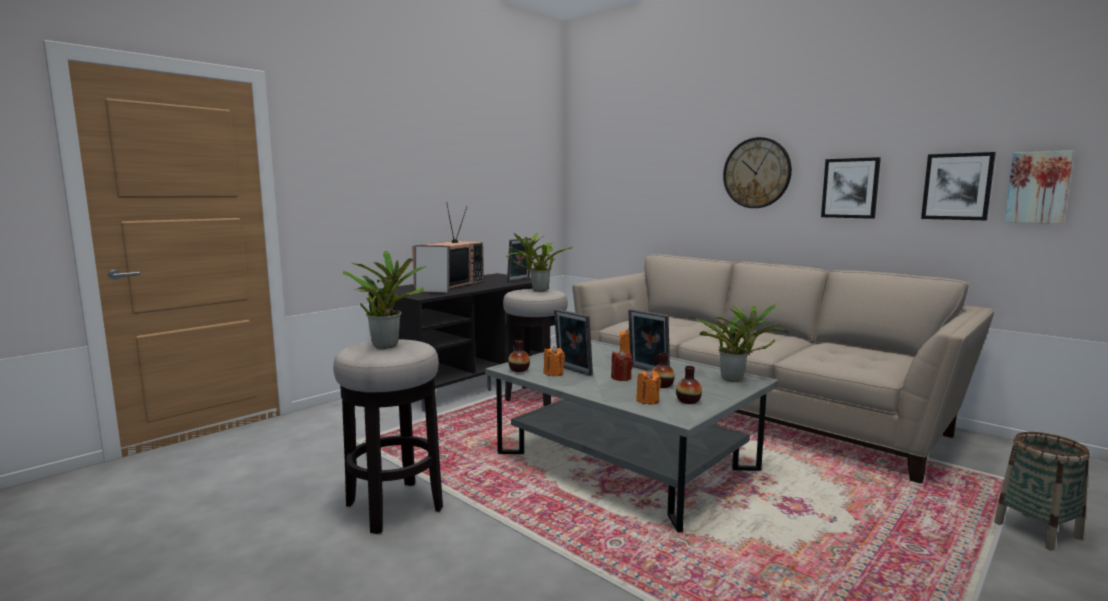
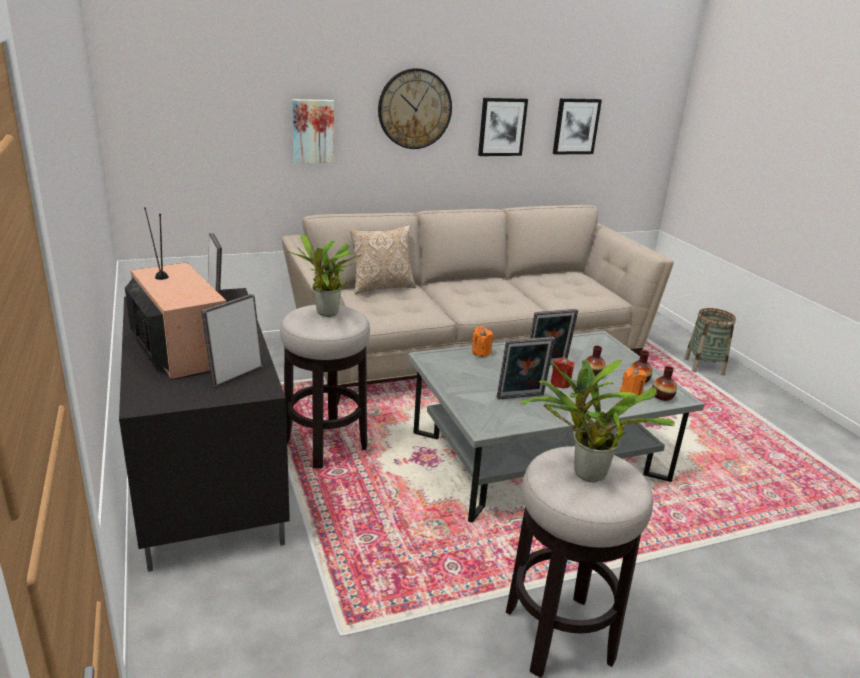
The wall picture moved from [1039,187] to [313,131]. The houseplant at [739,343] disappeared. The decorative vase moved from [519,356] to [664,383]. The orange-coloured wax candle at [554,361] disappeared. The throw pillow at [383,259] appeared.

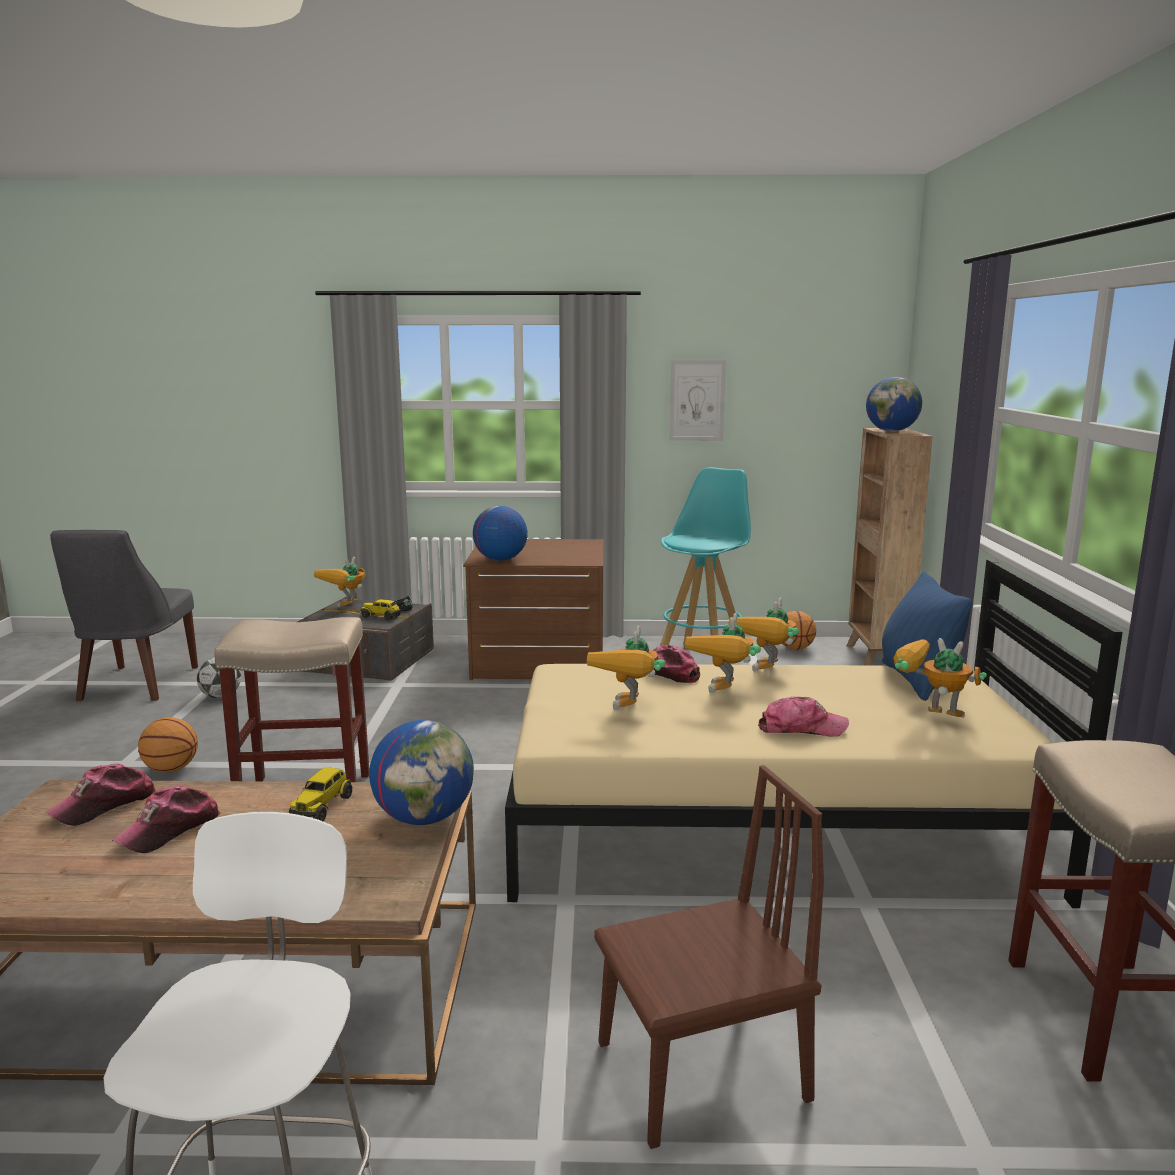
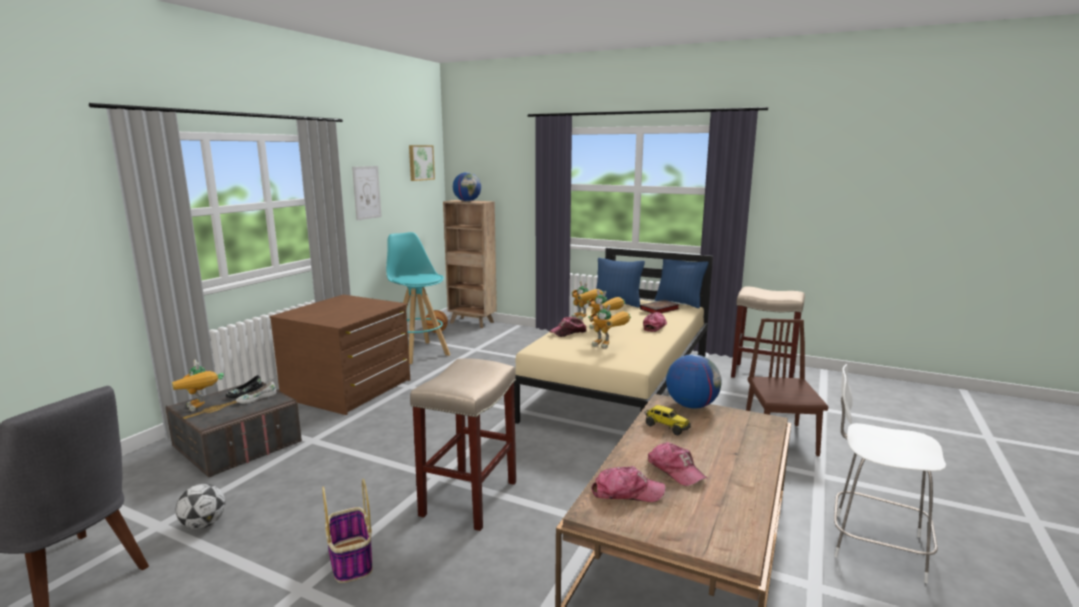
The world globe at [500,533] disappeared. The model truck at [380,610] was replaced by the white-coloured shoe at [256,392]. The toy robot at [940,678] was replaced by the book at [660,306]. The ball for basketball at [168,745] was replaced by the storage basket at [347,531]. The baseball cap at [101,795] turned 60 degrees counterclockwise. The wall picture at [422,163] appeared. The bluish throw pillow at [681,283] appeared.

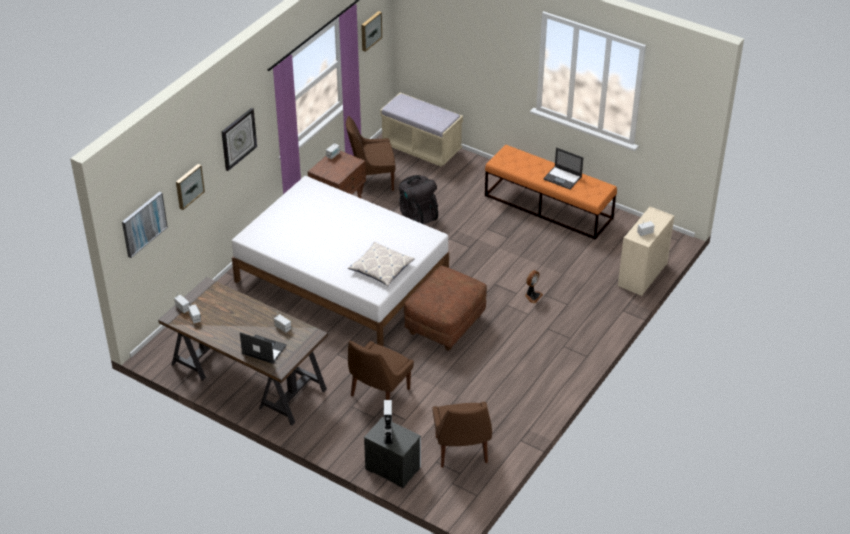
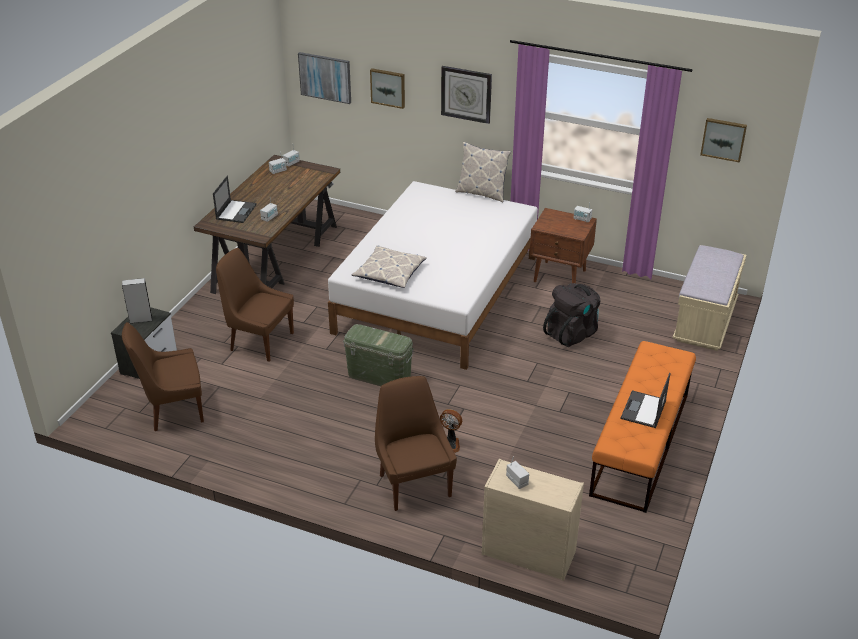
The brown plain chair moved from [370,155] to [416,443]. The brown footrest at [445,308] was replaced by the green-coloured storage container at [378,355]. The throw pillow at [483,172] appeared.

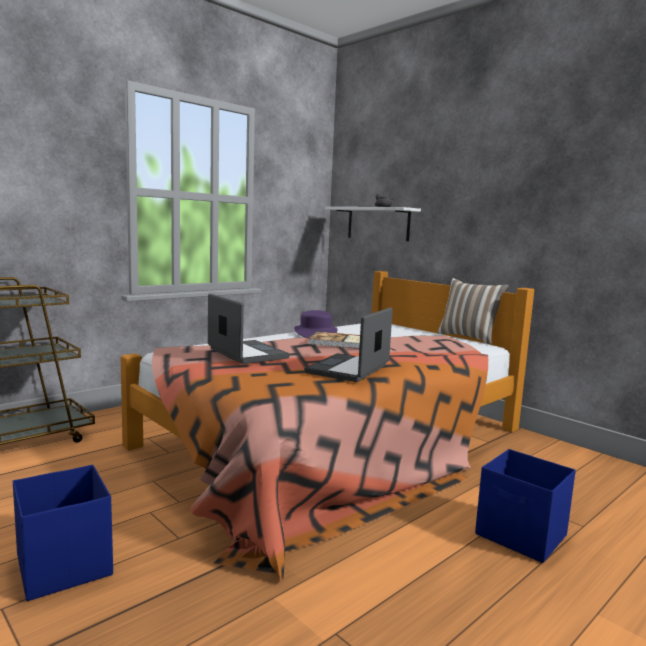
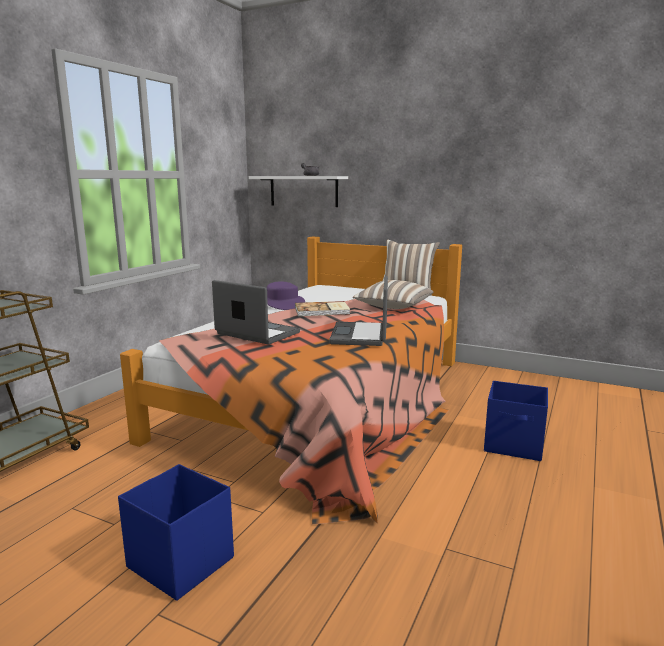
The throw pillow at [393,294] appeared.

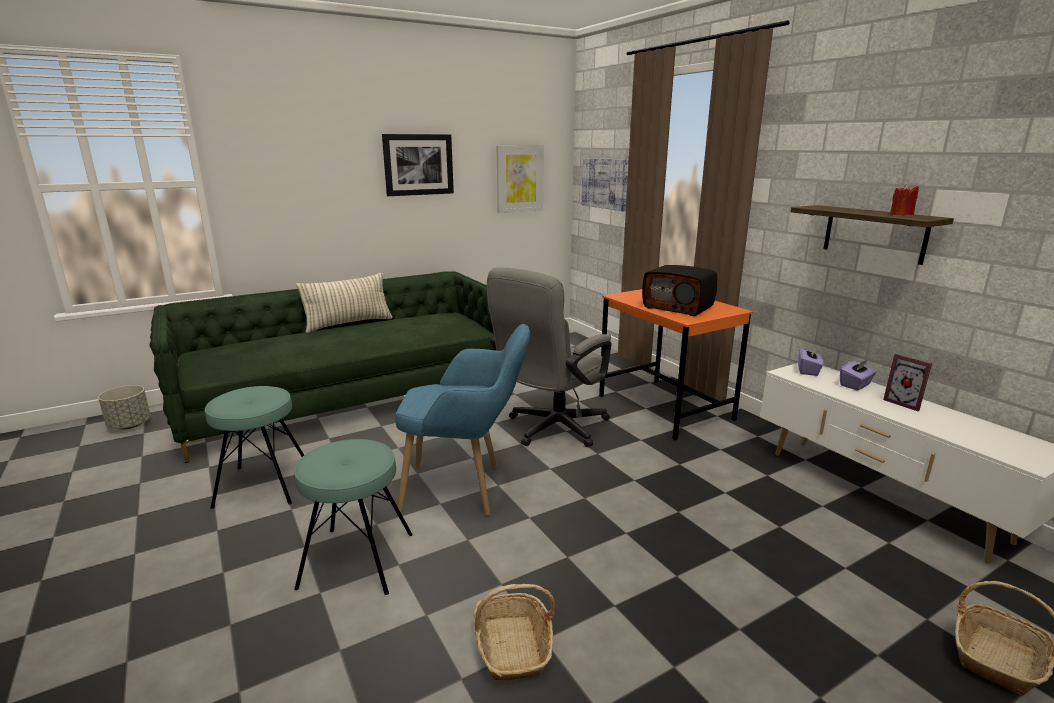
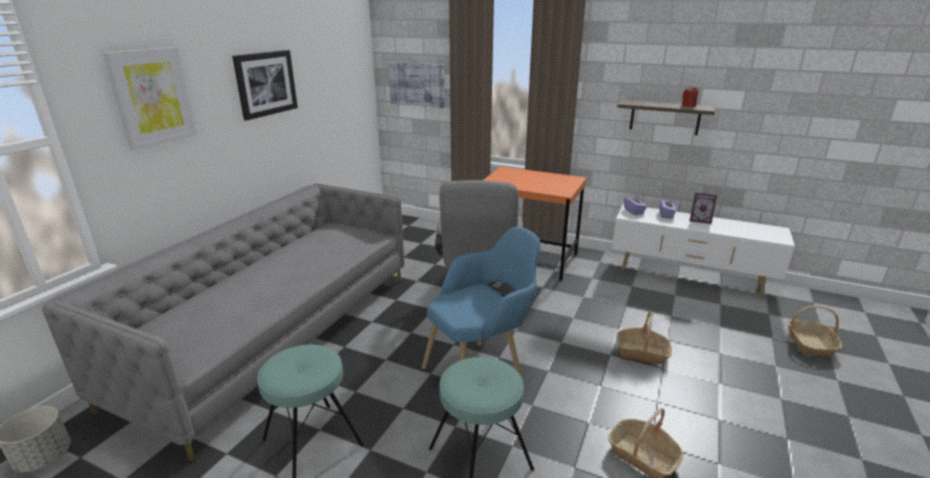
The wall picture moved from [520,179] to [150,98]. The radio receiver at [679,290] disappeared. The green-coloured sofa at [322,367] became the grey sofa at [223,323]. The throw pillow at [344,303] disappeared. The storage basket at [644,338] appeared.

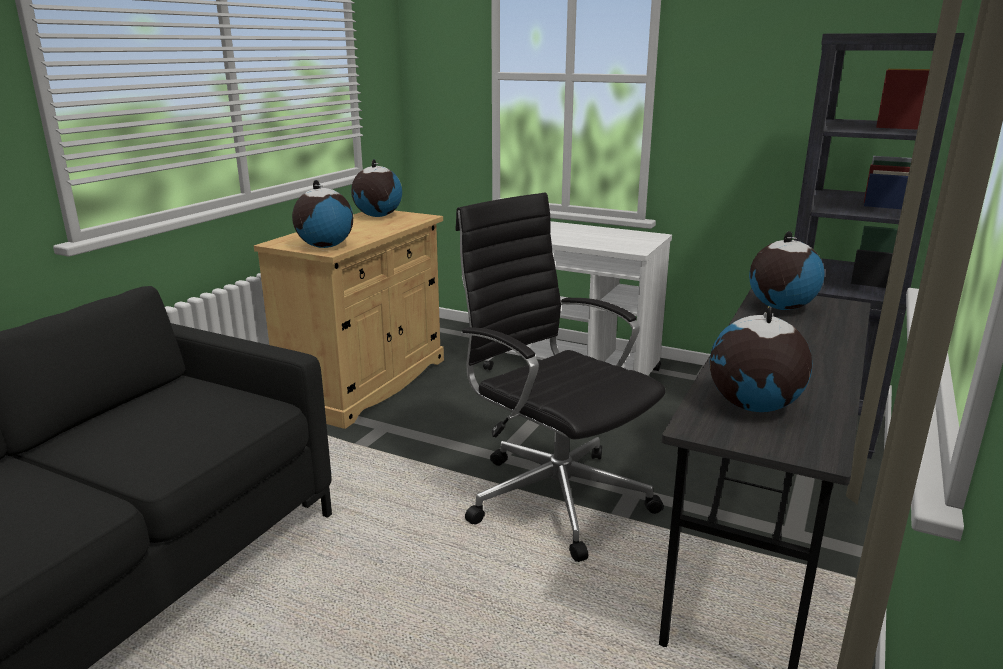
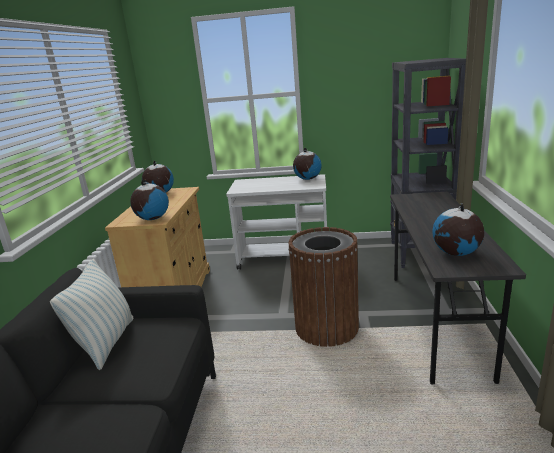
The black-coloured office chair at [560,377] was replaced by the brown trash can at [323,287]. The world globe moved from [787,270] to [307,164]. The throw pillow at [92,314] appeared.

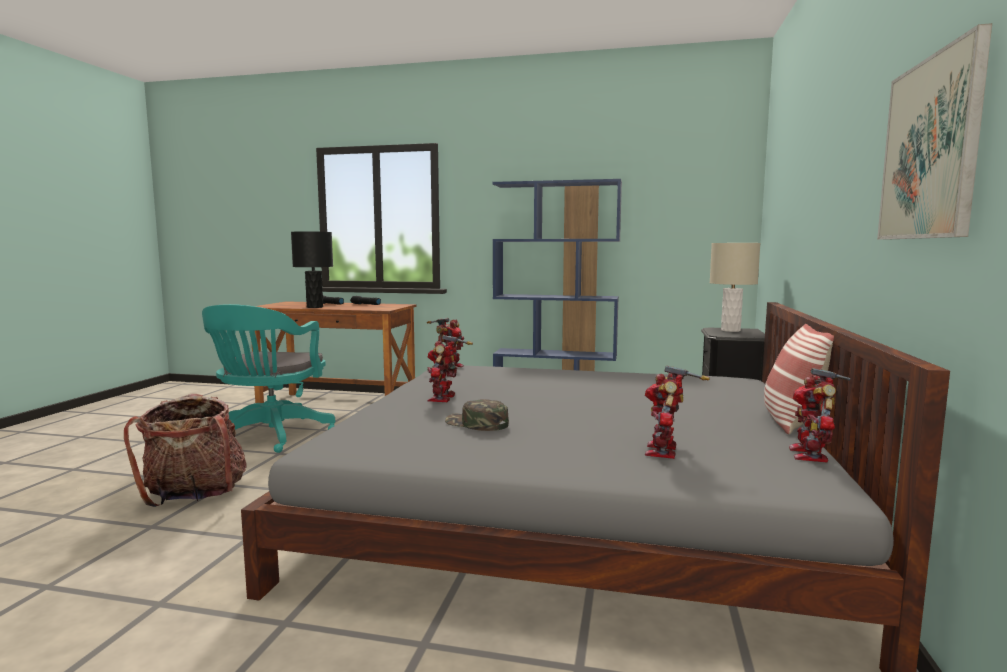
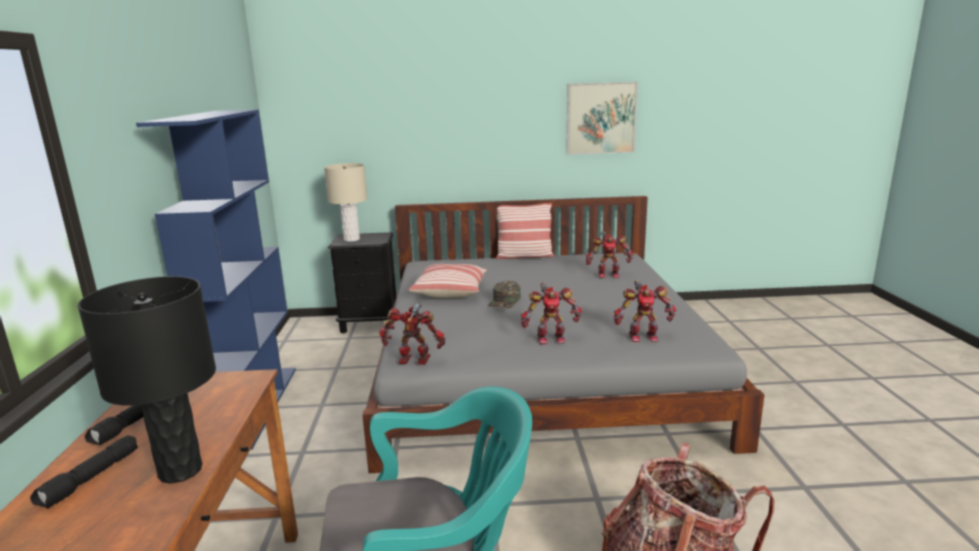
The toy robot moved from [819,415] to [645,311]. The green-coloured baseball cap moved from [477,415] to [504,295]. The throw pillow at [448,281] appeared.

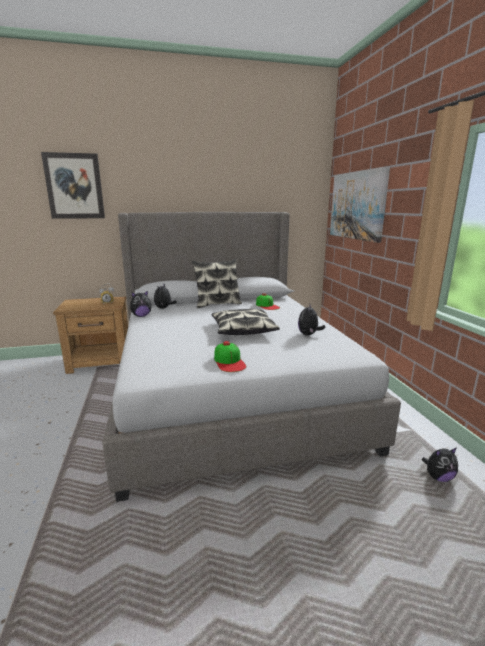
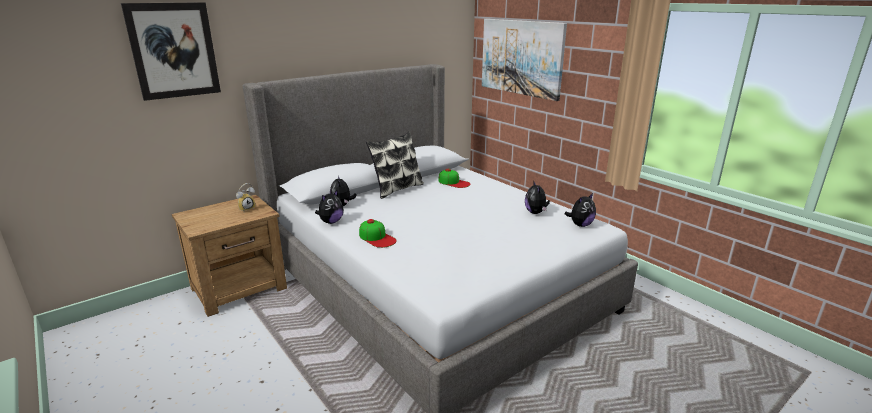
The throw pillow at [246,322] disappeared. The baseball cap moved from [230,356] to [378,233]. The plush toy moved from [440,464] to [580,210].

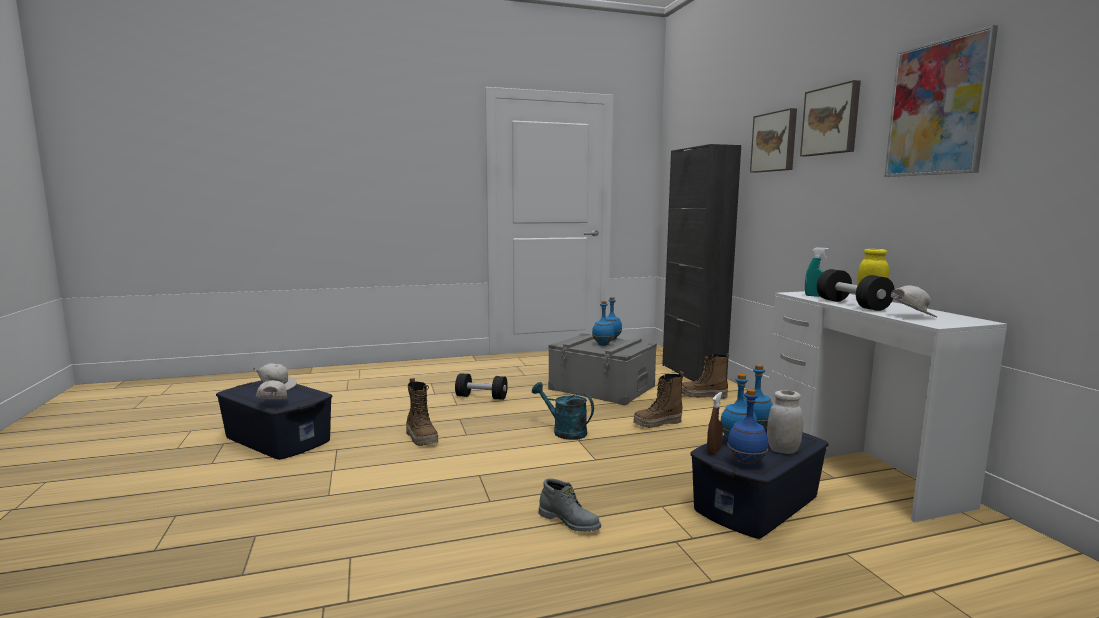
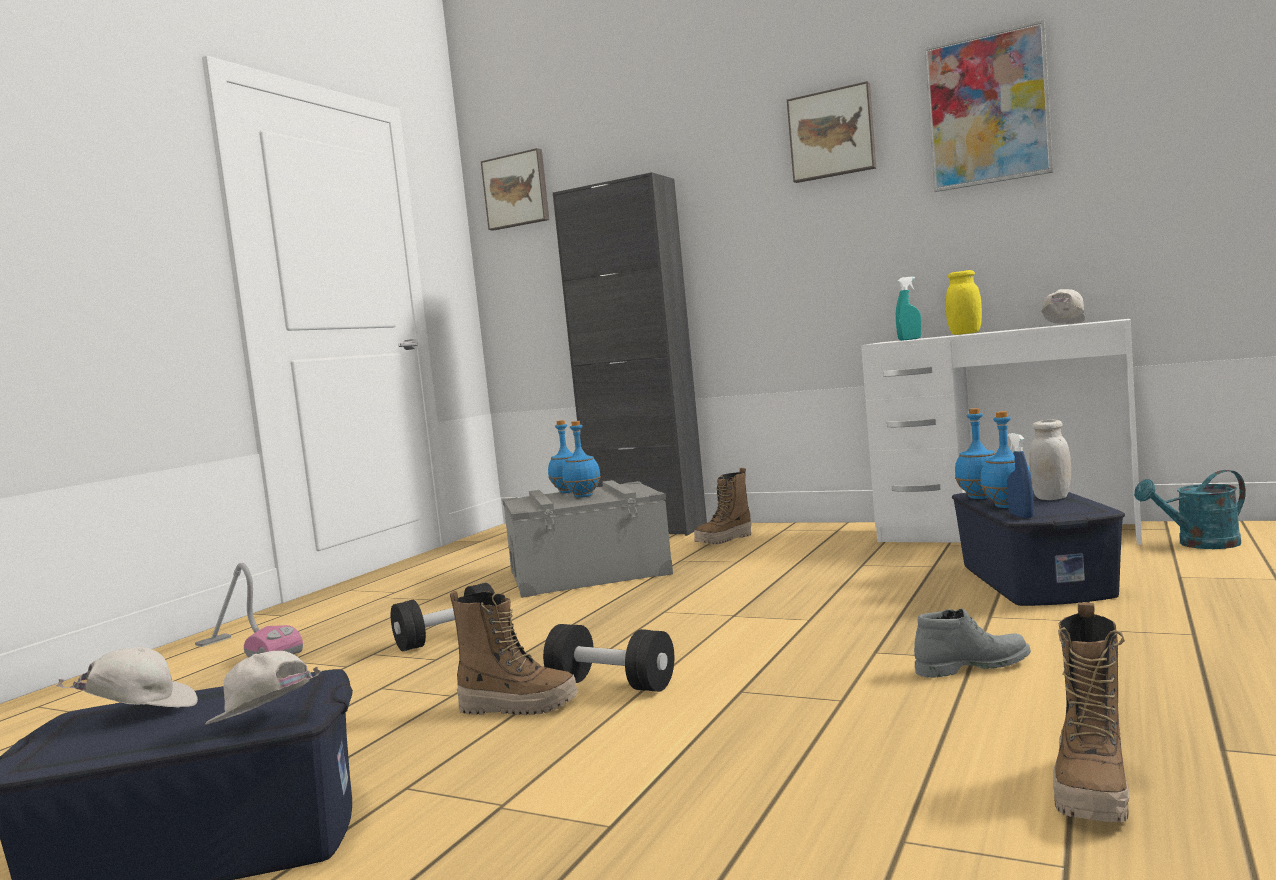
The wall picture moved from [773,140] to [515,189]. The black-coloured dumbbell moved from [856,290] to [608,658]. The high-top boot moved from [658,399] to [1091,713]. The blue-green sprinkling can moved from [563,411] to [1190,509]. The bluish bottle at [747,428] disappeared. The brown spray bottle at [715,423] became the bluish spray bottle at [1020,475]. The hoover at [249,610] appeared.

